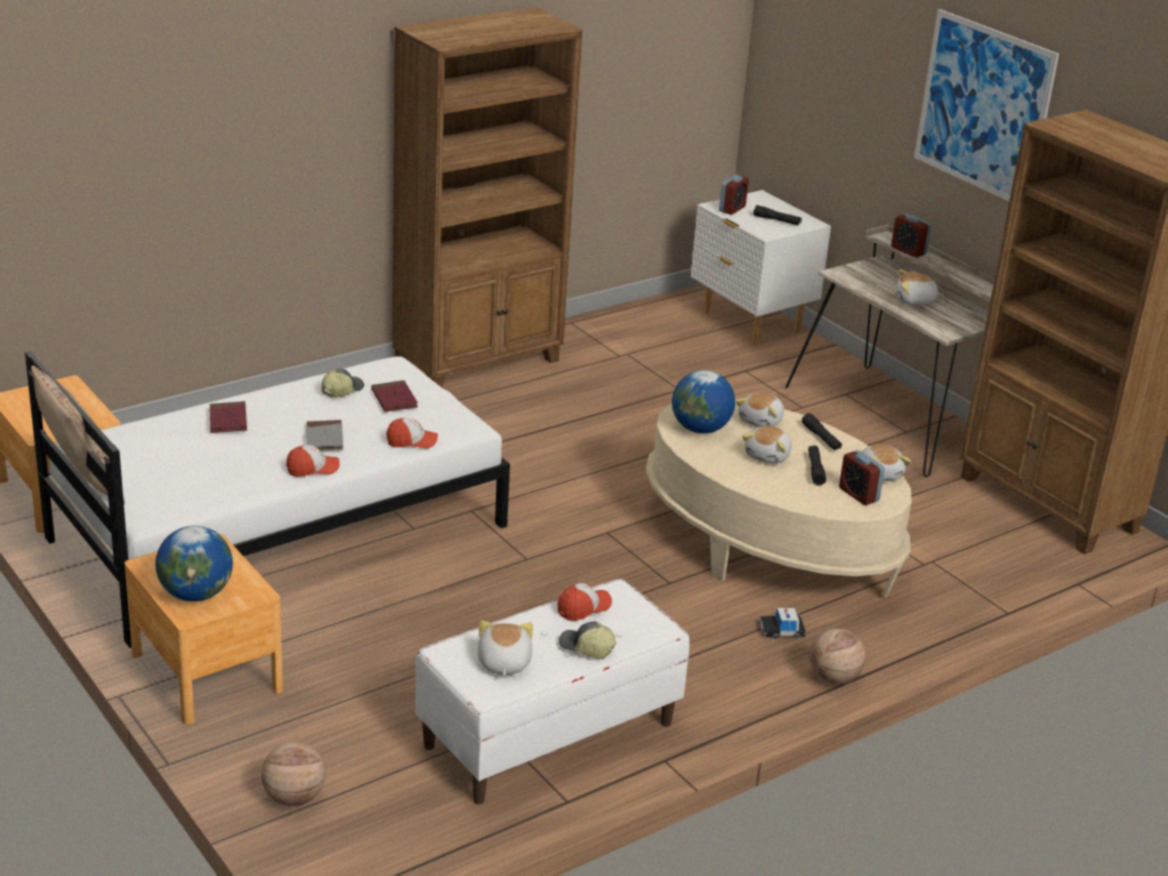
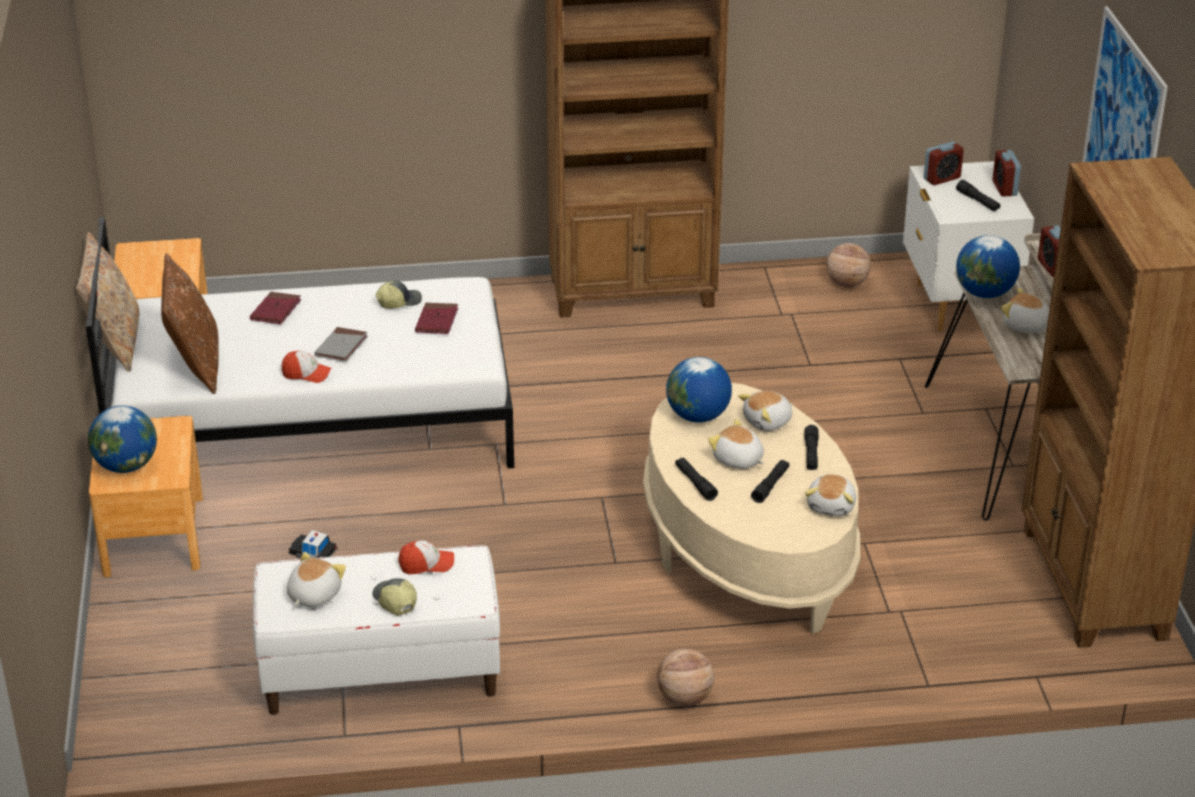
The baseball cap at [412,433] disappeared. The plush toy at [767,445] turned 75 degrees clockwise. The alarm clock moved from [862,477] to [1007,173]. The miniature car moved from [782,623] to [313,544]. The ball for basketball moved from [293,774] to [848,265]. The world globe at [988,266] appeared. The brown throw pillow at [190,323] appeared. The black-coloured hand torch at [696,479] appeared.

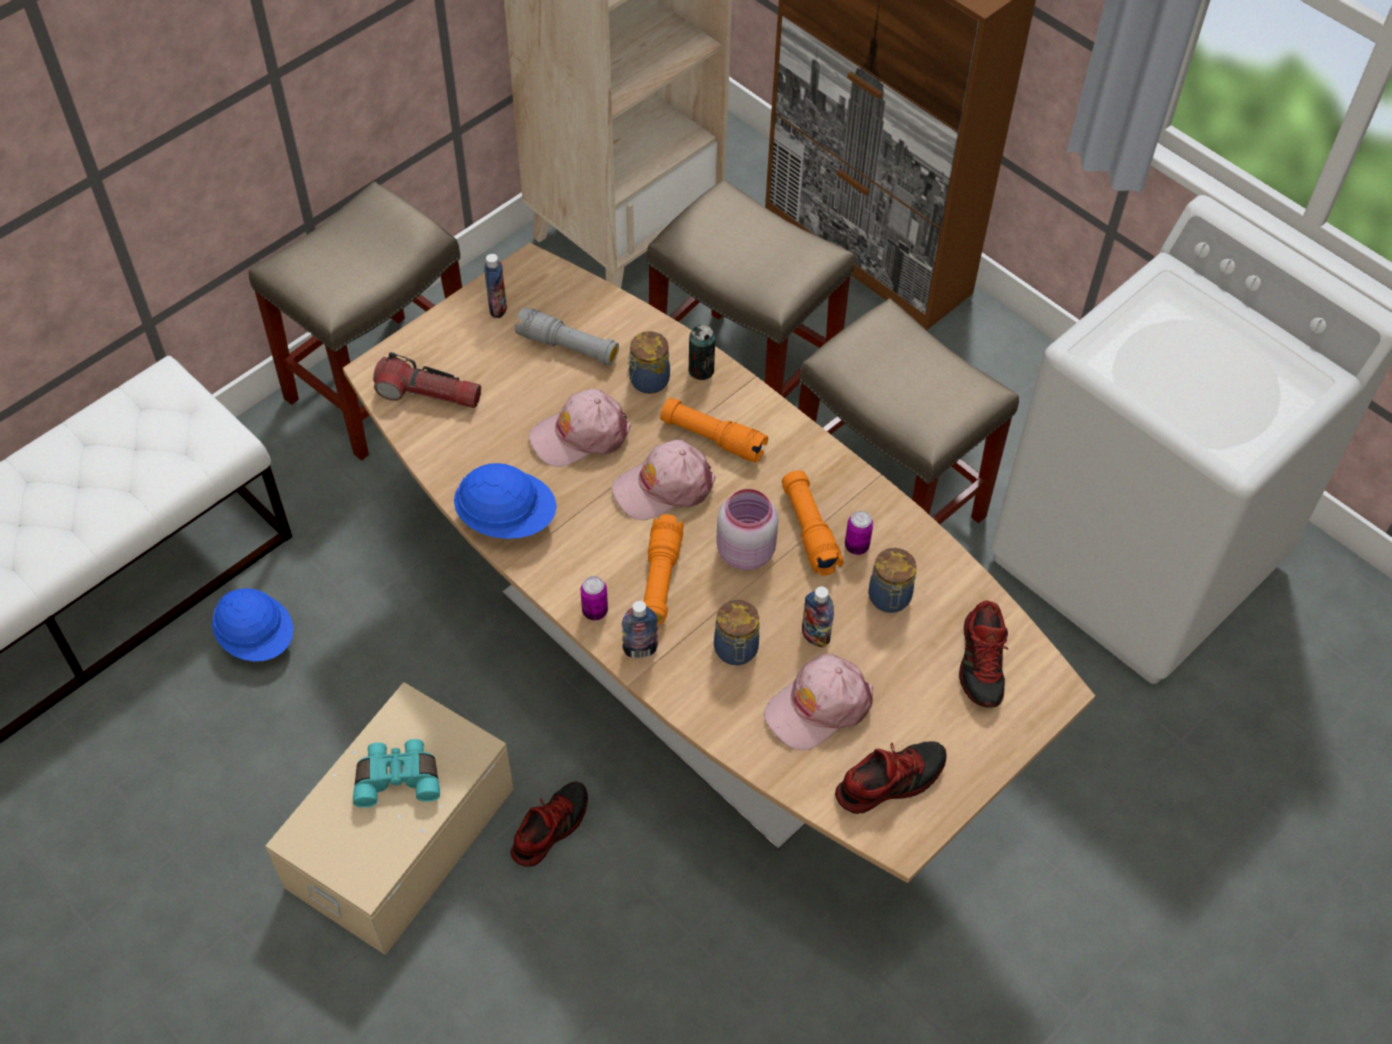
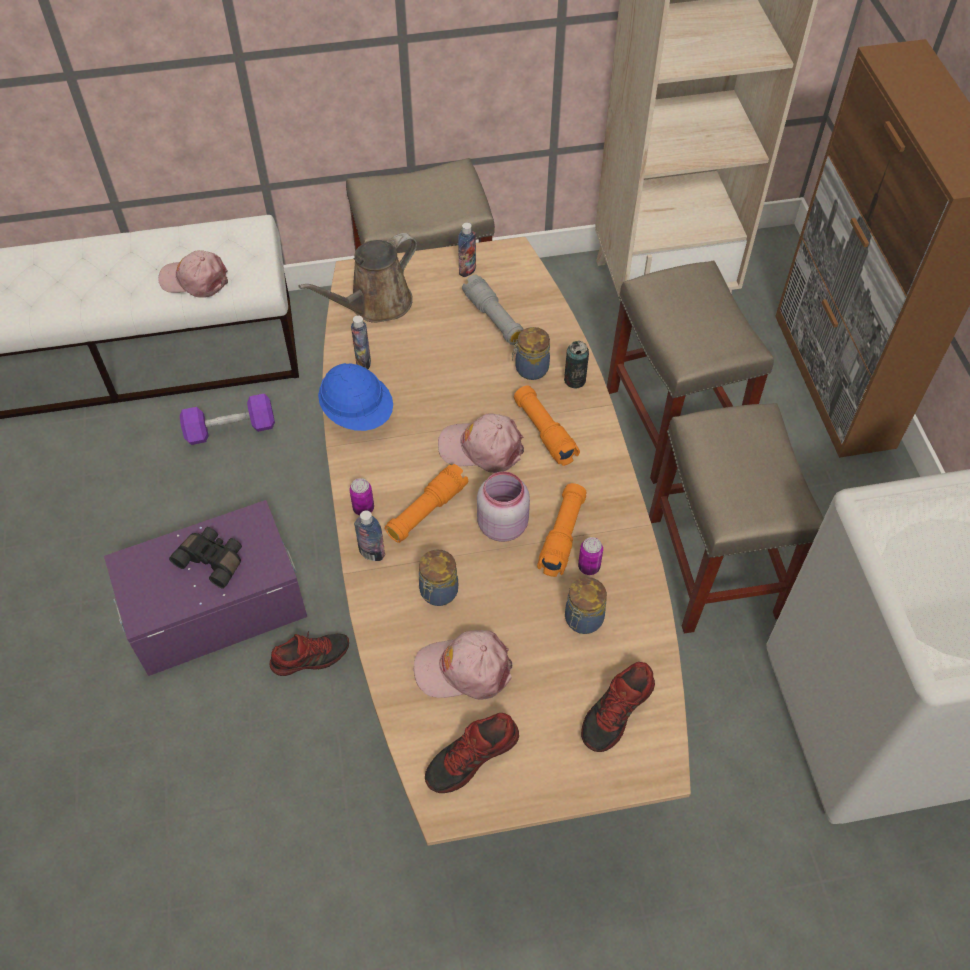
The hand torch at [427,380] was replaced by the brown sprinkling can at [357,278]. The pink-coloured baseball cap moved from [580,428] to [193,274]. The bottle moved from [818,617] to [361,342]. The bluish work helmet at [253,624] was replaced by the purplish dumbbell at [227,419]. The beige storage container at [389,818] became the purplish storage container at [205,588]. The blue-green binoculars at [396,773] became the black-coloured binoculars at [205,558]. The shoe at [891,777] turned 135 degrees clockwise.

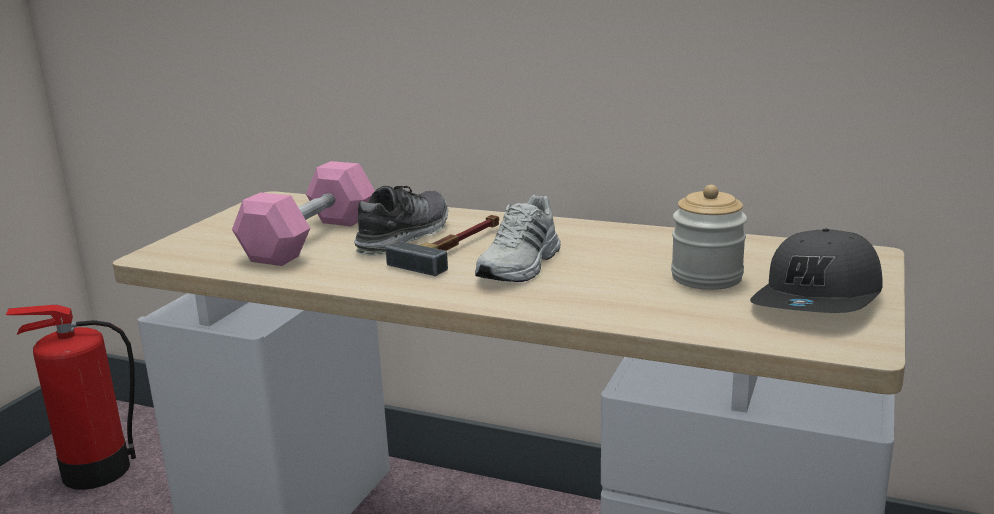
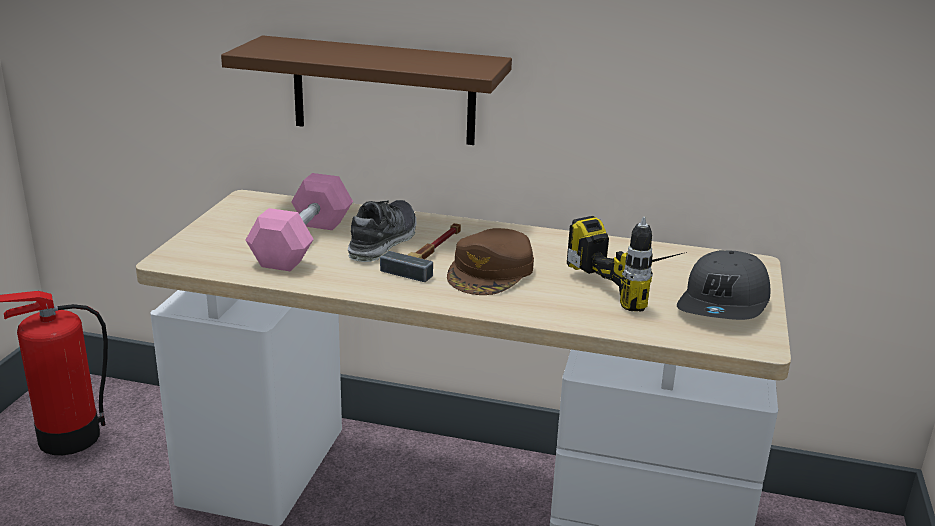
The storage jar at [709,237] was replaced by the power drill at [627,263]. The white-coloured shoe at [518,238] was replaced by the brown baseball cap at [490,261]. The brown wall shelf at [366,90] appeared.

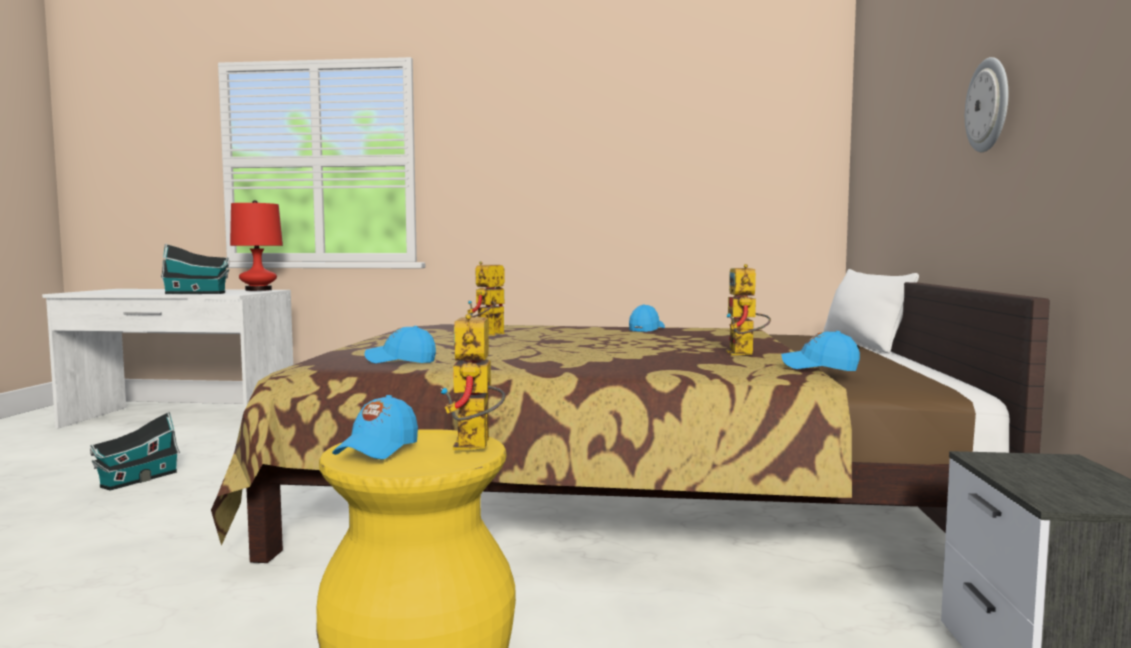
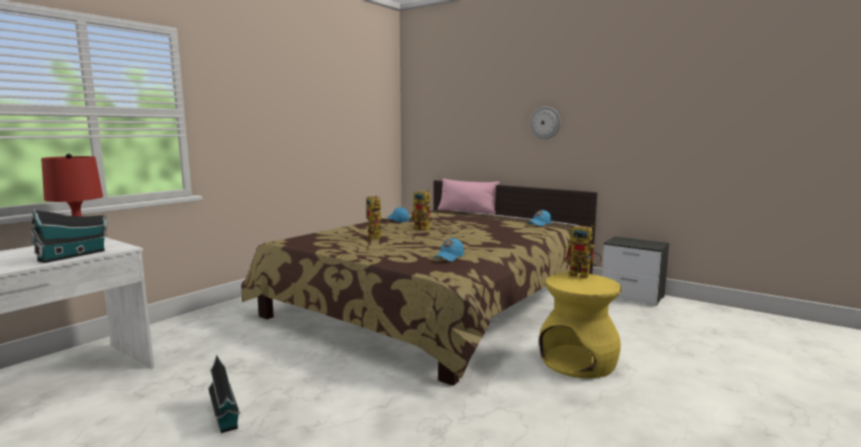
The toy robot moved from [748,309] to [424,210]. The white-coloured throw pillow at [871,311] became the pink-coloured throw pillow at [469,197]. The bluish baseball cap at [375,427] disappeared.

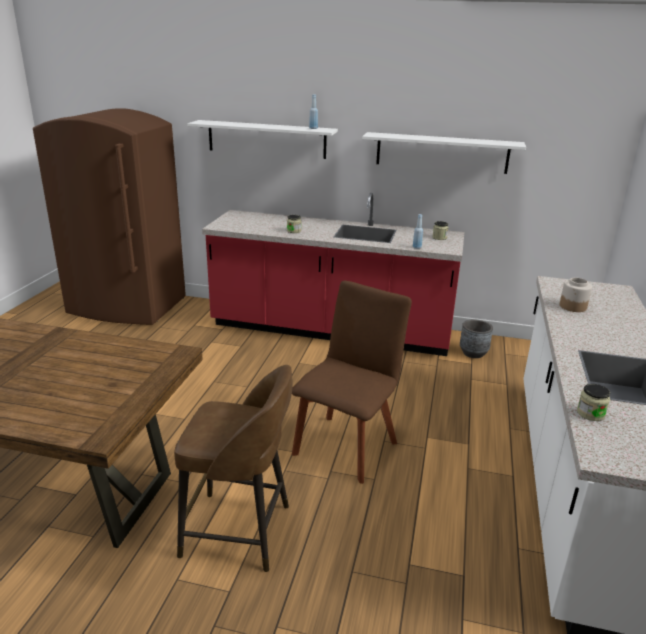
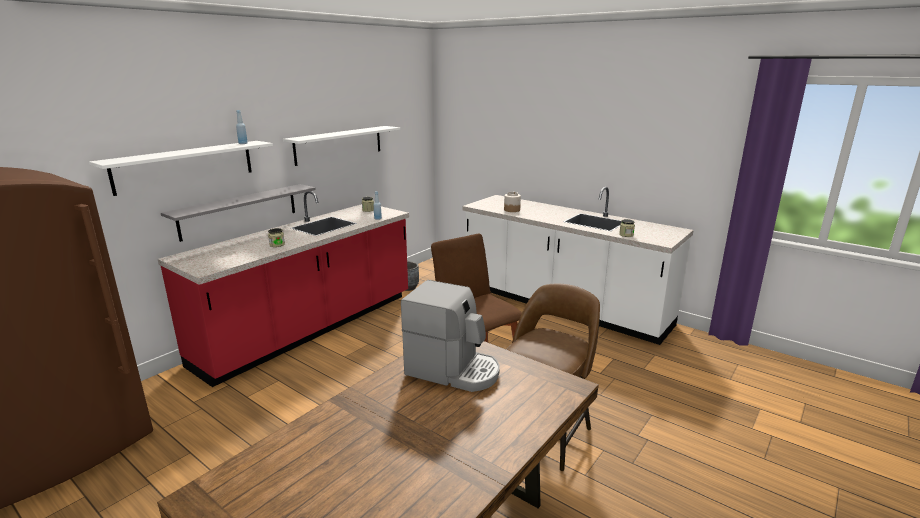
The grey wall shelf at [238,213] appeared. The coffee brewer at [450,336] appeared.

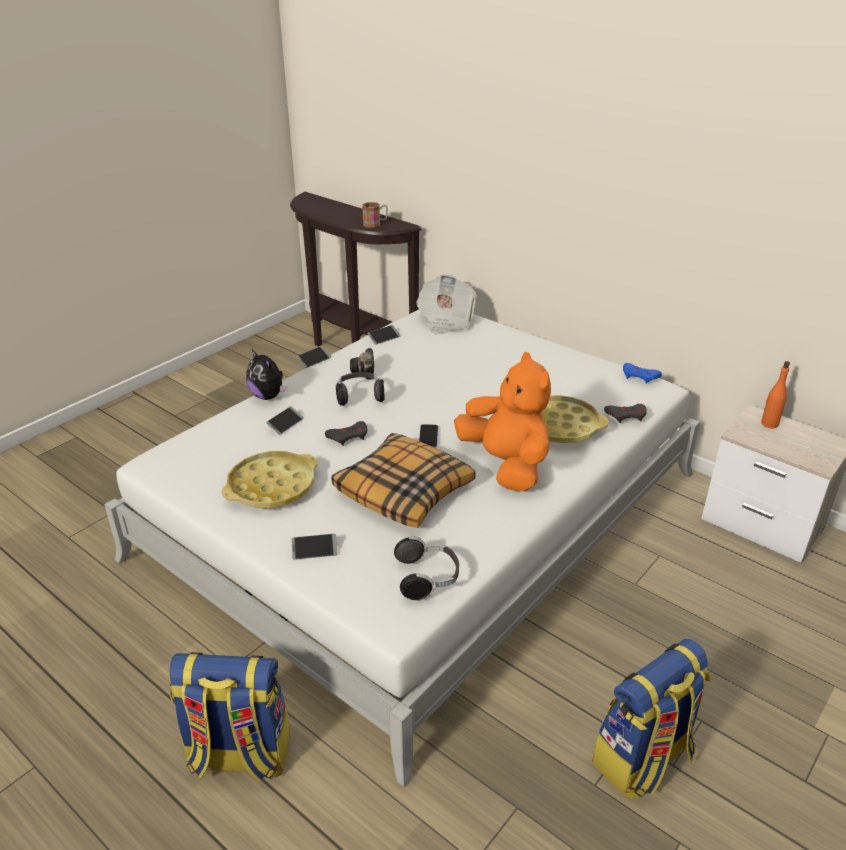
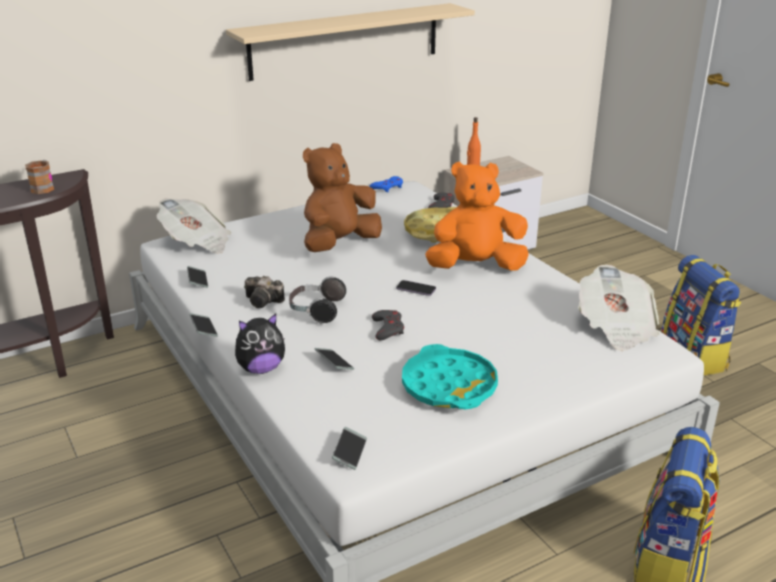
The throw pillow at [403,480] disappeared. The yellow-coloured serving tray at [270,480] became the blue-green serving tray at [450,376]. The handset moved from [314,547] to [349,448]. The headphones at [426,568] was replaced by the newspaper at [619,308]. The beige wall shelf at [350,42] appeared. The brown plush toy at [342,197] appeared.

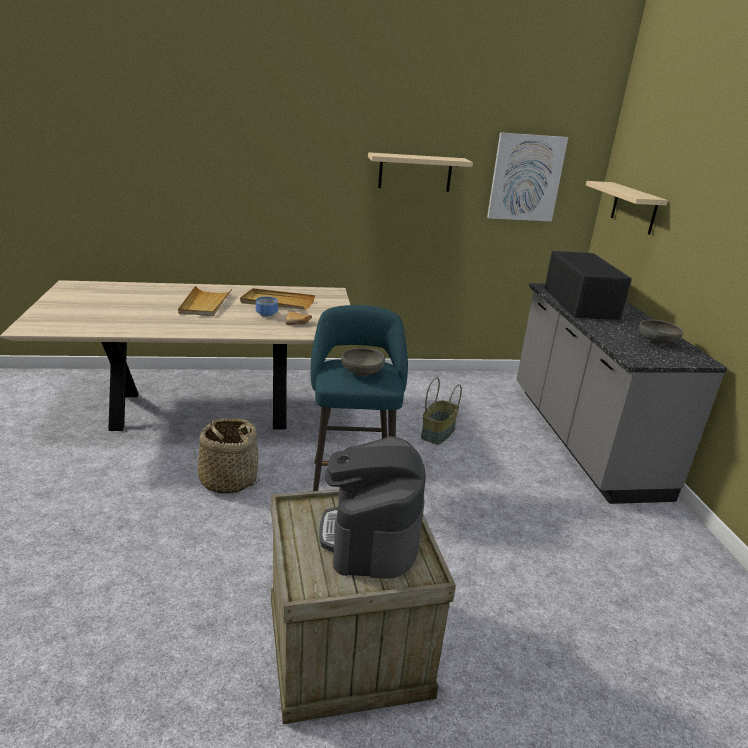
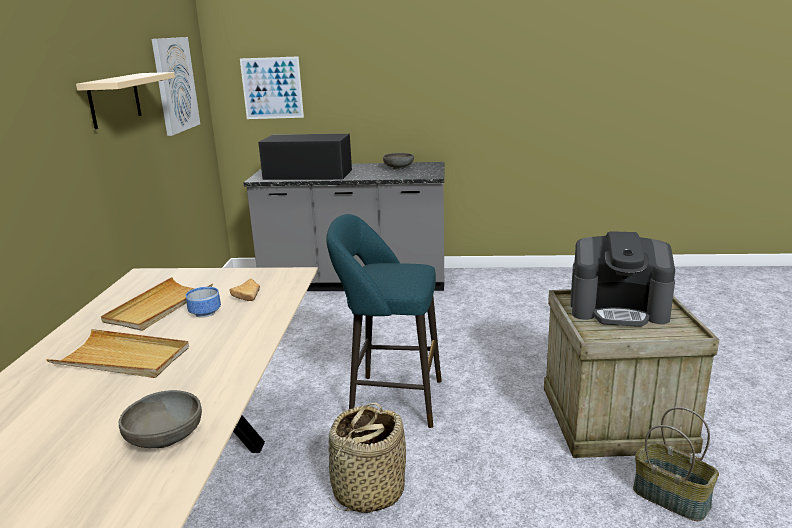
The beige wall shelf at [627,208] was replaced by the wall picture at [272,87]. The grey deep dish moved from [363,362] to [160,419]. The storage basket moved from [441,411] to [676,464].

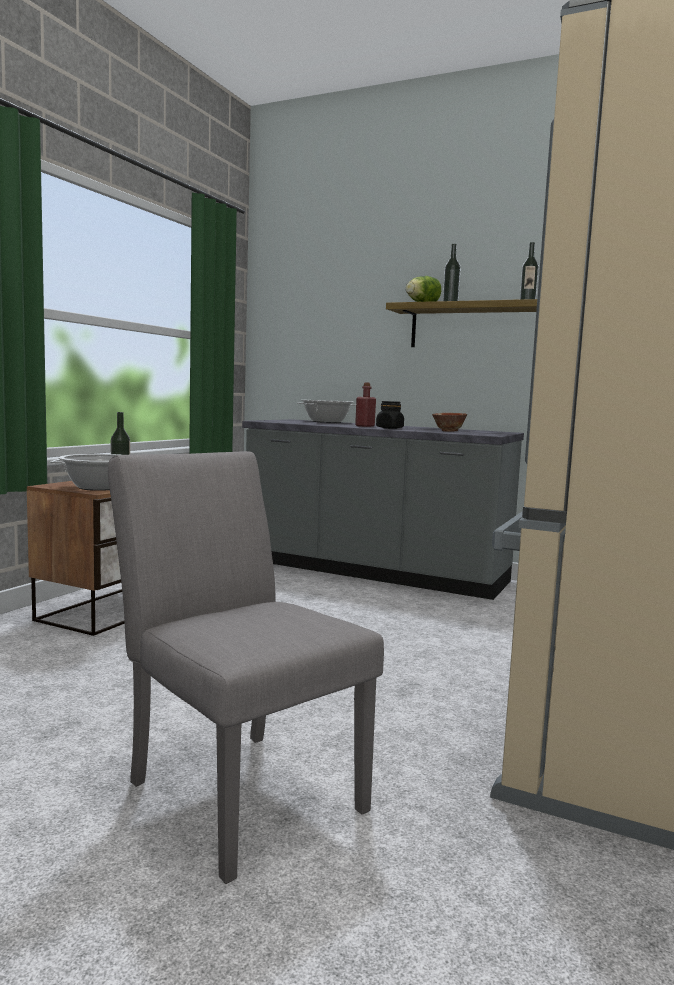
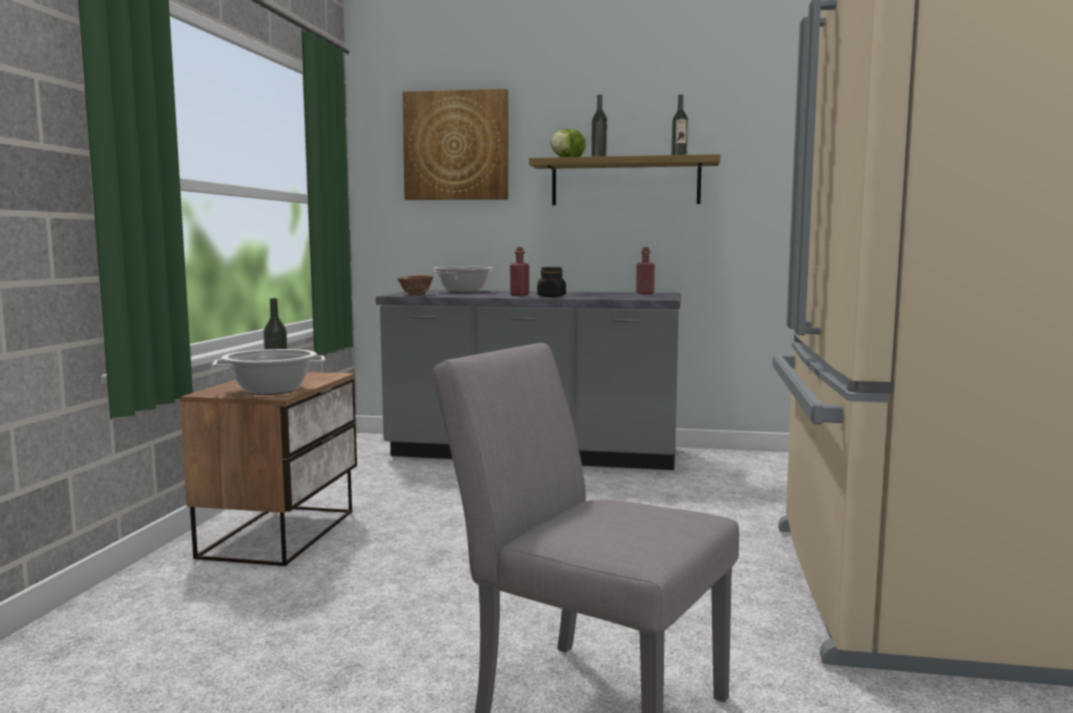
The deep dish moved from [449,422] to [415,285]. The wall picture at [455,144] appeared. The red-coloured bottle at [645,270] appeared.

